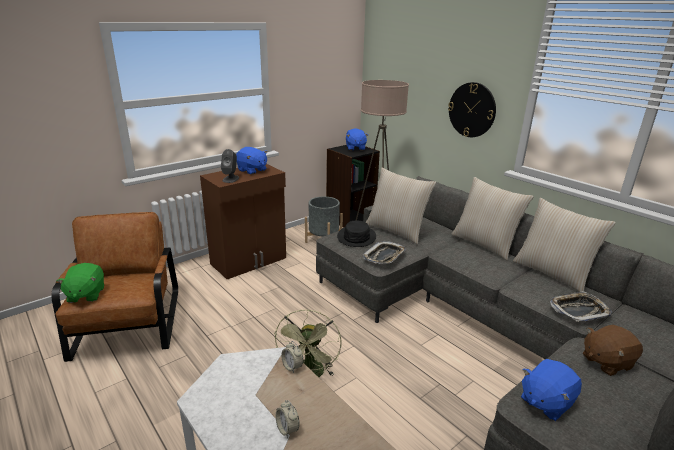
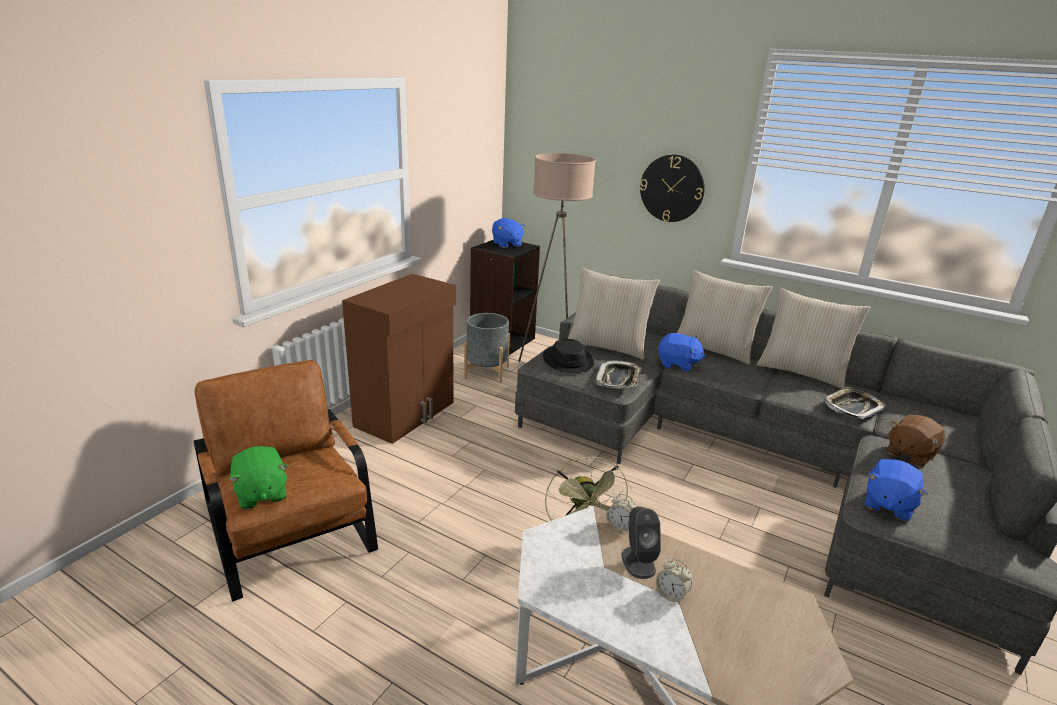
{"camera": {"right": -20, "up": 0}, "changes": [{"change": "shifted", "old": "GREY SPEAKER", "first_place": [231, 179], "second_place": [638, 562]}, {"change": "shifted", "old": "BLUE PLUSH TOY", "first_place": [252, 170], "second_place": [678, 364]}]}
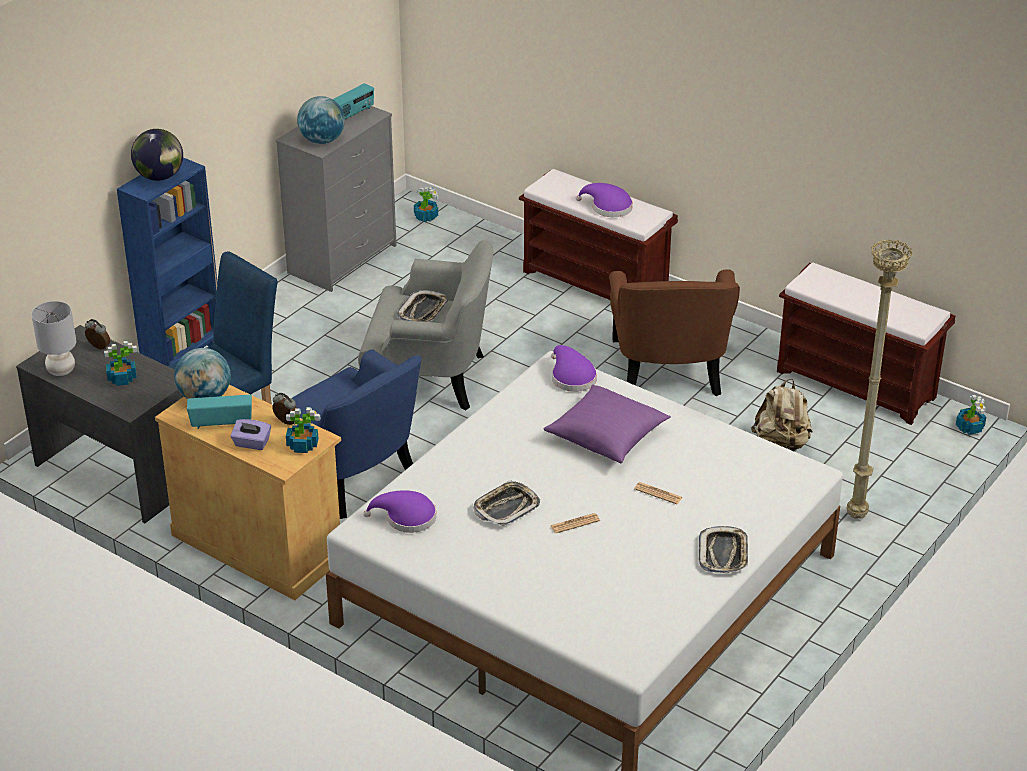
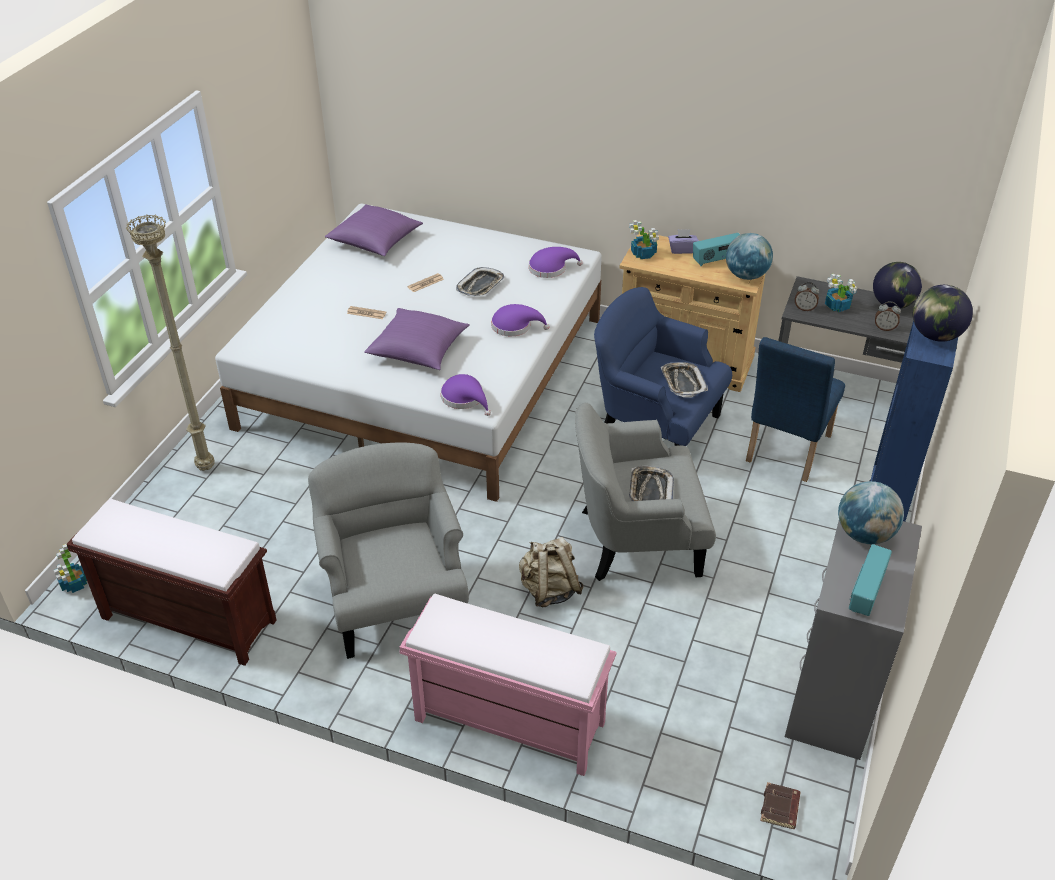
{"camera": {"right": 165, "up": 5}, "changes": [{"change": "swapped", "old": "GREY TABLE LAMP", "new": "GLOBE", "first_place": [60, 371], "second_place": [892, 304]}, {"change": "shifted", "old": "ALARM CLOCK", "first_place": [286, 423], "second_place": [804, 308]}, {"change": "swapped", "old": "POTTED PLANT", "new": "BROWN BOOK", "first_place": [426, 217], "second_place": [780, 808]}, {"change": "repainted", "old": "BROWN BENCH", "new": "PINK BENCH", "first_place": [596, 283], "second_place": [507, 721]}, {"change": "shifted", "old": "PURPLE HAT", "first_place": [608, 207], "second_place": [515, 326]}, {"change": "repainted", "old": "BROWN ARMCHAIR", "new": "GREY ARMCHAIR", "first_place": [669, 368], "second_place": [395, 600]}, {"change": "shifted", "old": "TRAY", "first_place": [723, 554], "second_place": [683, 382]}, {"change": "shifted", "old": "BEIGE BACKPACK", "first_place": [781, 445], "second_place": [549, 590]}, {"change": "new", "new": "PURPLE PILLOW", "second_place": [375, 241]}]}
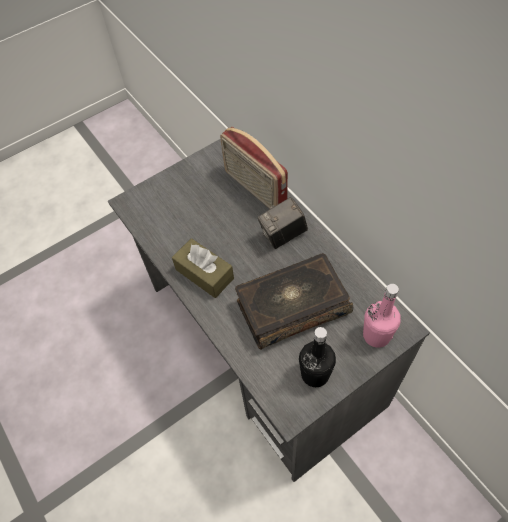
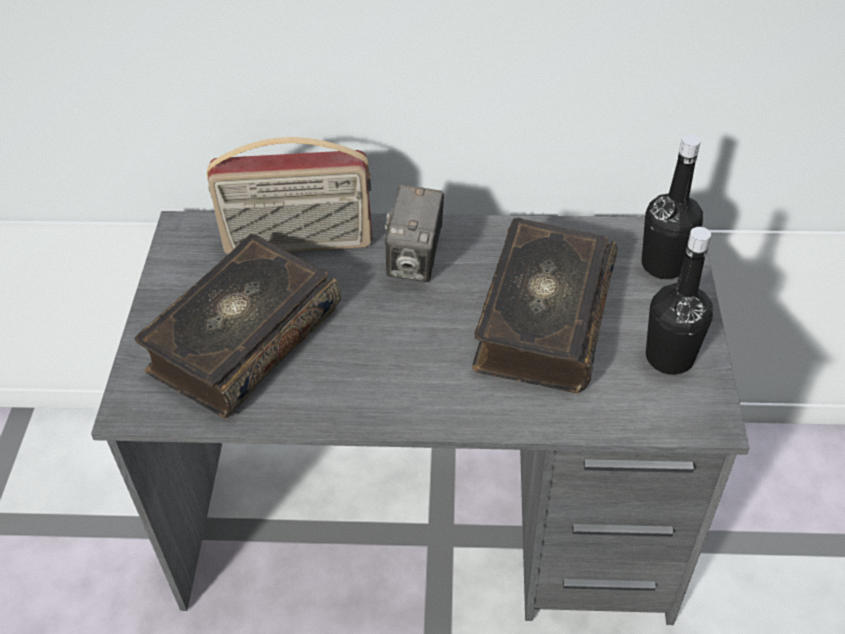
{"camera": {"right": -55, "up": -10}, "changes": [{"change": "gone", "old": "BROWN TISSUE BOX", "first_place": [204, 274]}, {"change": "repainted", "old": "PINK BOTTLE", "new": "BLACK BOTTLE", "first_place": [376, 335], "second_place": [663, 265]}, {"change": "new", "new": "BOOK", "second_place": [243, 339]}]}
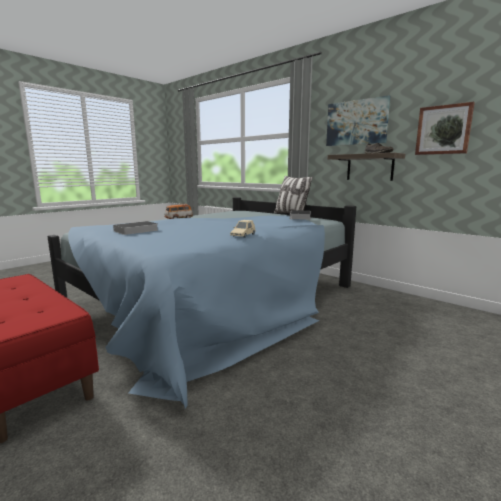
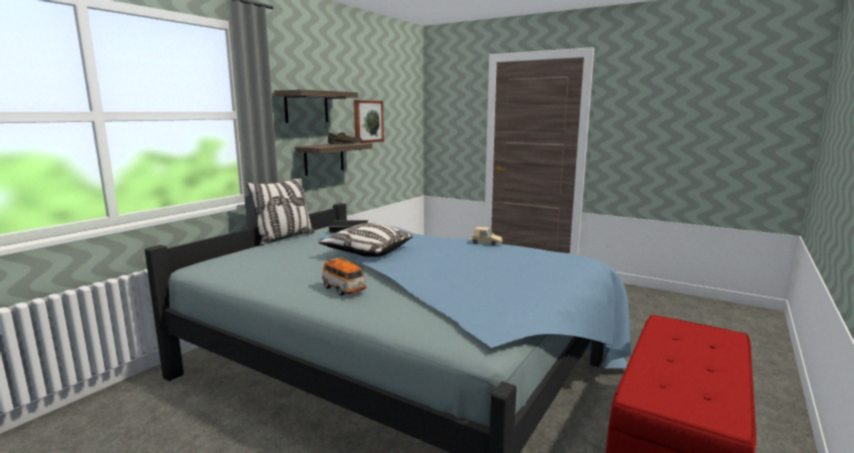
{"camera": {"right": -100, "up": 0}, "changes": [{"change": "gone", "old": "BOOK", "first_place": [135, 231]}, {"change": "swapped", "old": "PICTURE", "new": "SHELF", "first_place": [356, 122], "second_place": [306, 107]}, {"change": "new", "new": "PILLOW", "second_place": [367, 252]}]}
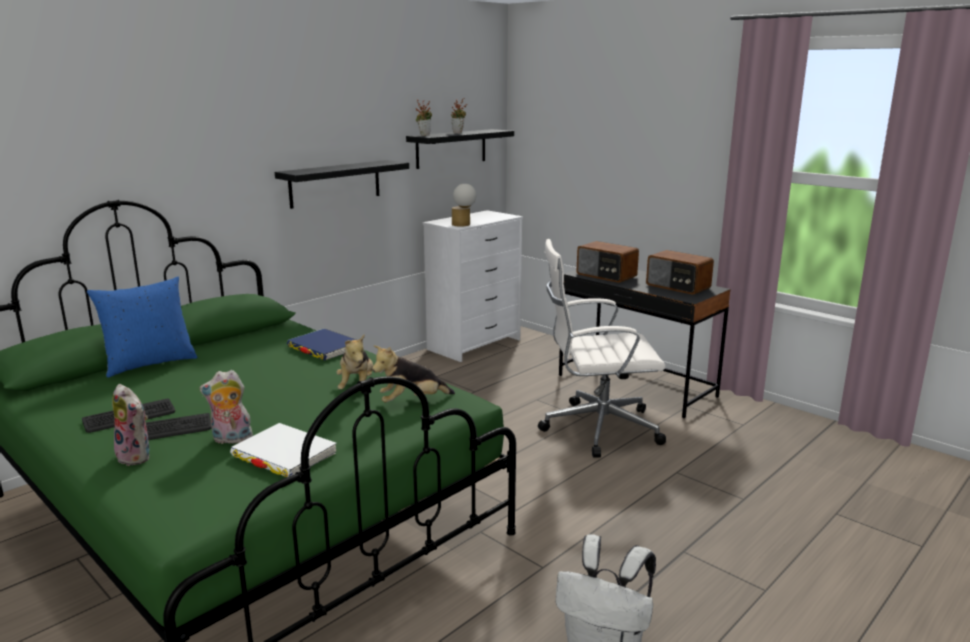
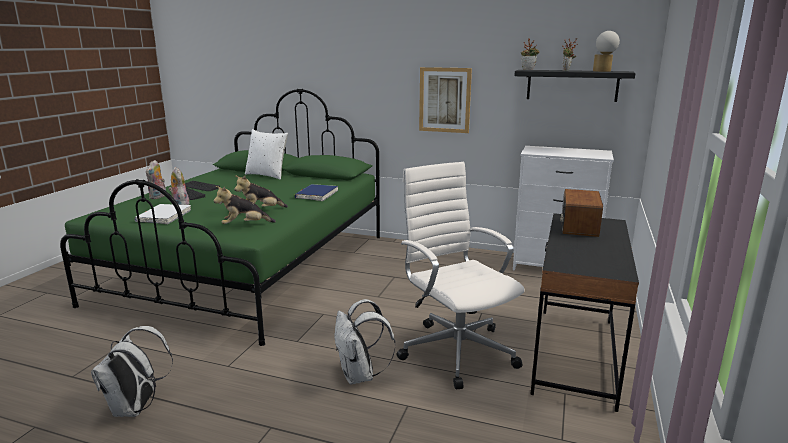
{"camera": {"right": 65, "up": 0}, "changes": [{"change": "repainted", "old": "BLUE PILLOW", "new": "WHITE PILLOW", "first_place": [149, 363], "second_place": [267, 175]}, {"change": "swapped", "old": "BLACK SHELF", "new": "PICTURE", "first_place": [335, 183], "second_place": [444, 100]}, {"change": "rotated", "old": "PLUSH TOY", "first_place": [412, 402], "second_place": [244, 225], "degrees": -60}, {"change": "shifted", "old": "TABLE LAMP", "first_place": [463, 224], "second_place": [603, 71]}, {"change": "gone", "old": "RADIO", "first_place": [678, 286]}, {"change": "new", "new": "WHITE BACKPACK", "second_place": [360, 375]}]}
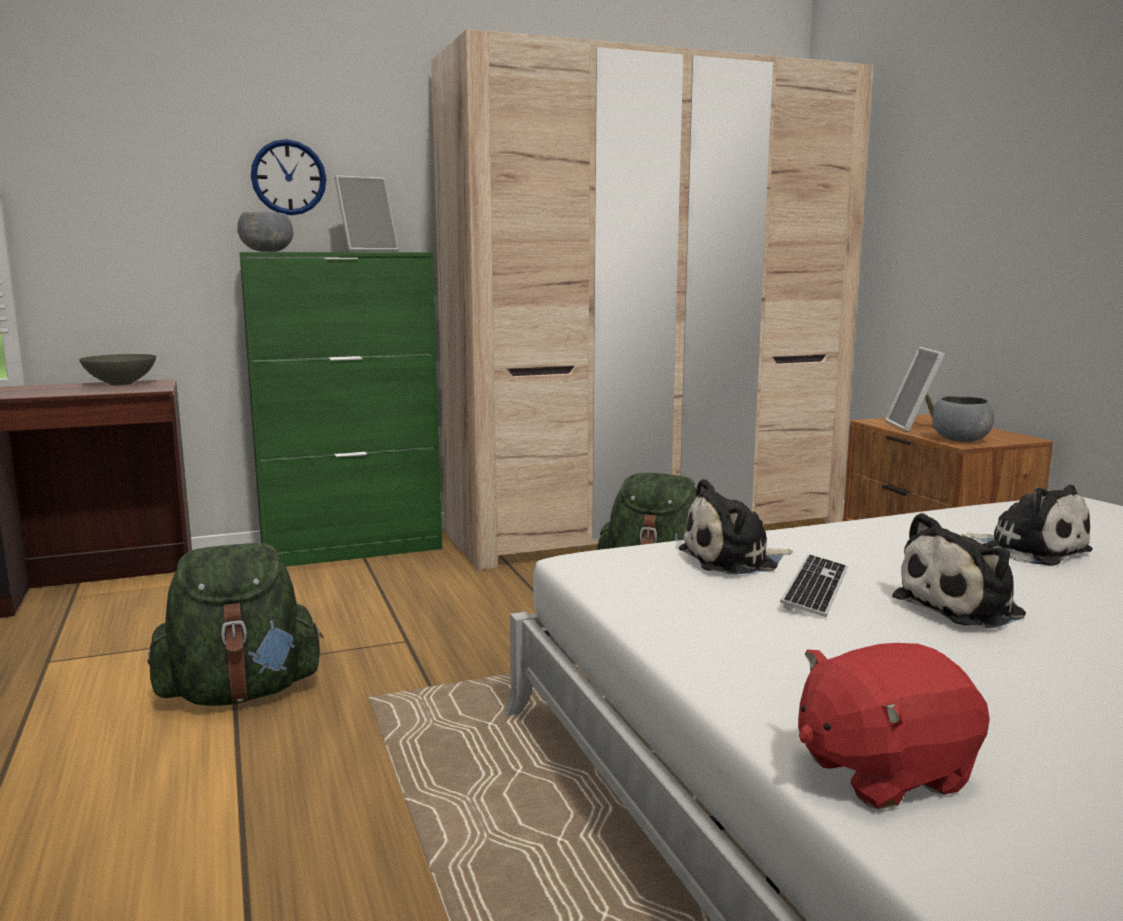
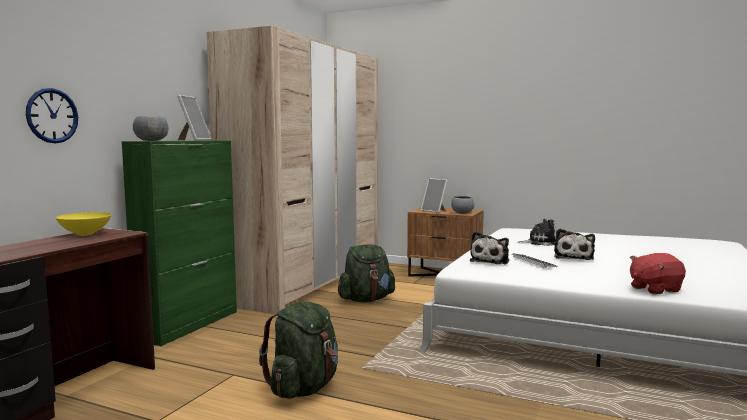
{"camera": {"right": -45, "up": -5}, "changes": [{"change": "repainted", "old": "GREY BOWL", "new": "YELLOW BOWL", "first_place": [122, 383], "second_place": [85, 234]}, {"change": "shifted", "old": "WALL CLOCK", "first_place": [288, 177], "second_place": [52, 115]}, {"change": "rotated", "old": "RED PLUSH TOY", "first_place": [882, 771], "second_place": [654, 289], "degrees": 45}]}
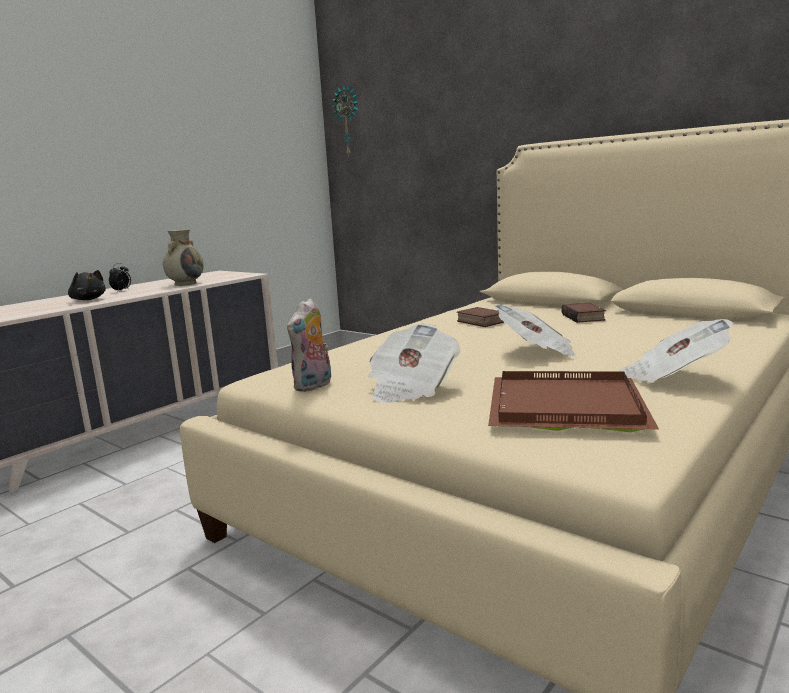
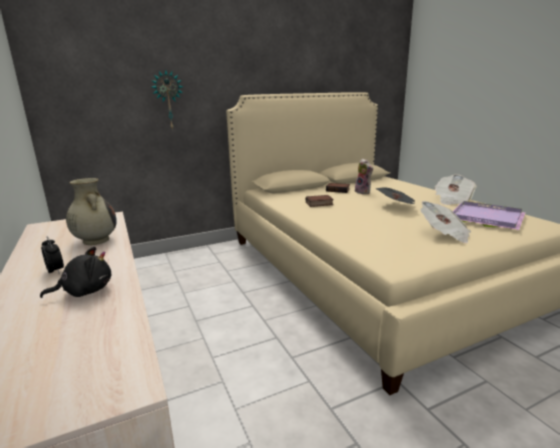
{"camera": {"right": -65, "up": 5}, "changes": [{"change": "shifted", "old": "PLUSH TOY", "first_place": [314, 386], "second_place": [363, 192]}, {"change": "shifted", "old": "WALL CLOCK", "first_place": [348, 121], "second_place": [168, 100]}, {"change": "repainted", "old": "BROWN TRAY", "new": "PURPLE TRAY", "first_place": [562, 405], "second_place": [484, 218]}]}
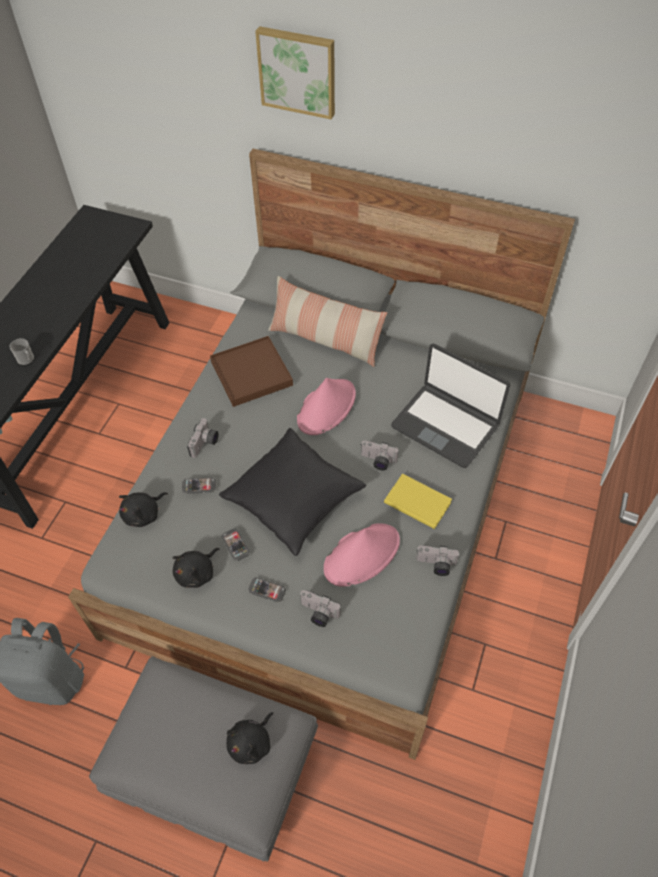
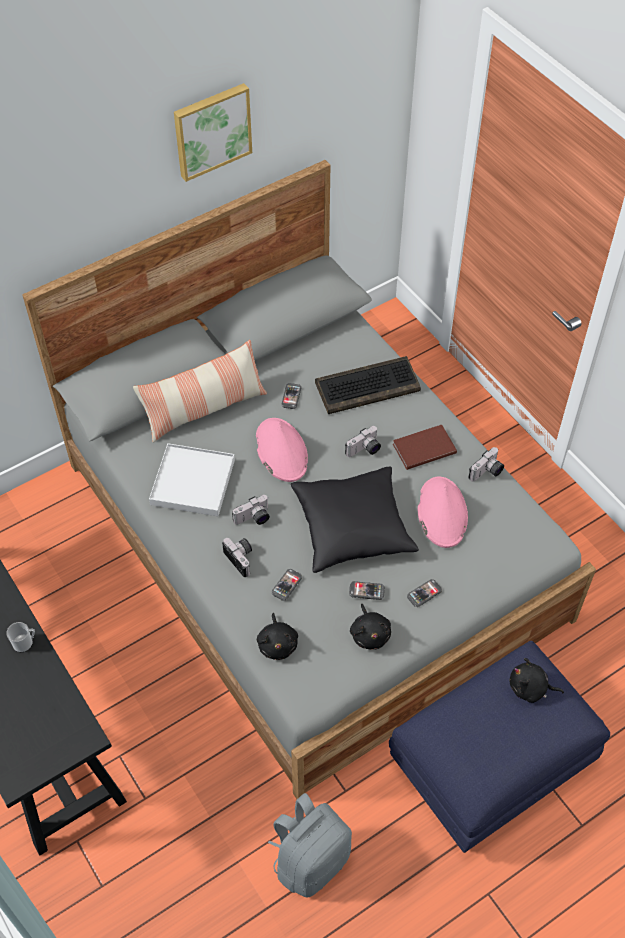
{"camera": {"right": -55, "up": 0}, "changes": [{"change": "repainted", "old": "GREY OTTOMAN", "new": "BLUE OTTOMAN", "first_place": [218, 770], "second_place": [491, 765]}, {"change": "repainted", "old": "BROWN TRAY", "new": "WHITE TRAY", "first_place": [251, 373], "second_place": [192, 482]}, {"change": "rotated", "old": "BLACK PLUSH TOY", "first_place": [251, 743], "second_place": [530, 688], "degrees": 120}, {"change": "shifted", "old": "PICTURE", "first_place": [298, 71], "second_place": [211, 130]}, {"change": "shifted", "old": "PHOTO CAMERA", "first_place": [318, 614], "second_place": [253, 519]}, {"change": "repainted", "old": "YELLOW BOOK", "new": "BROWN BOOK", "first_place": [417, 501], "second_place": [423, 448]}, {"change": "swapped", "old": "LAPTOP", "new": "KEYBOARD", "first_place": [445, 425], "second_place": [368, 386]}, {"change": "new", "new": "PHONE", "second_place": [291, 396]}]}
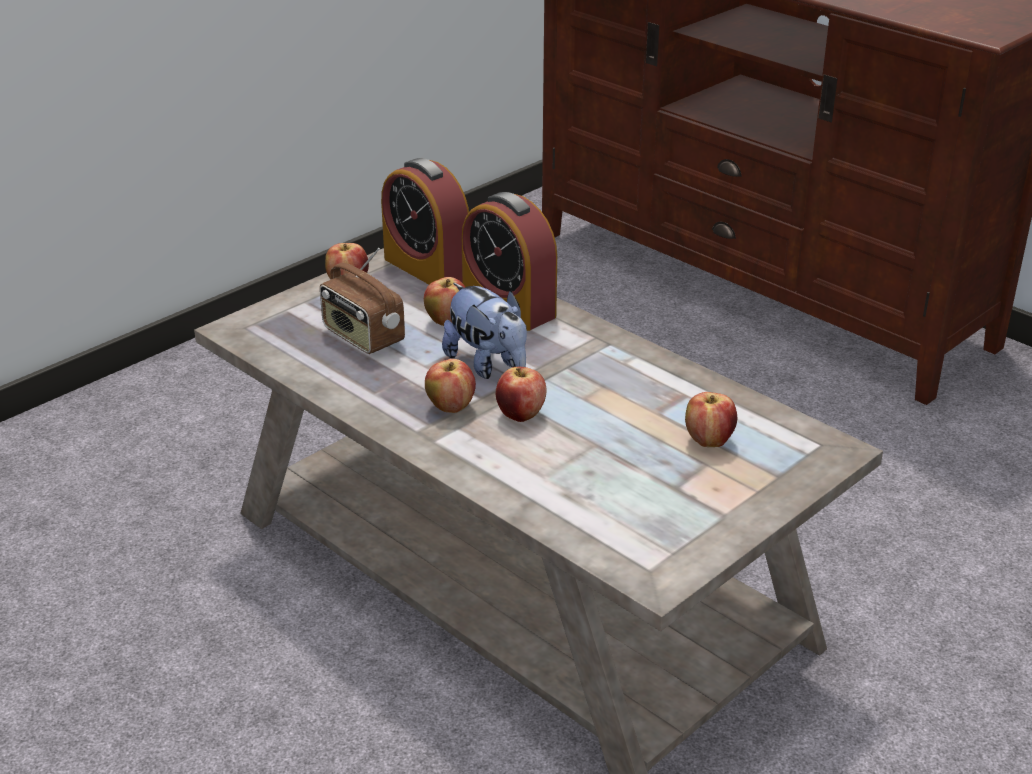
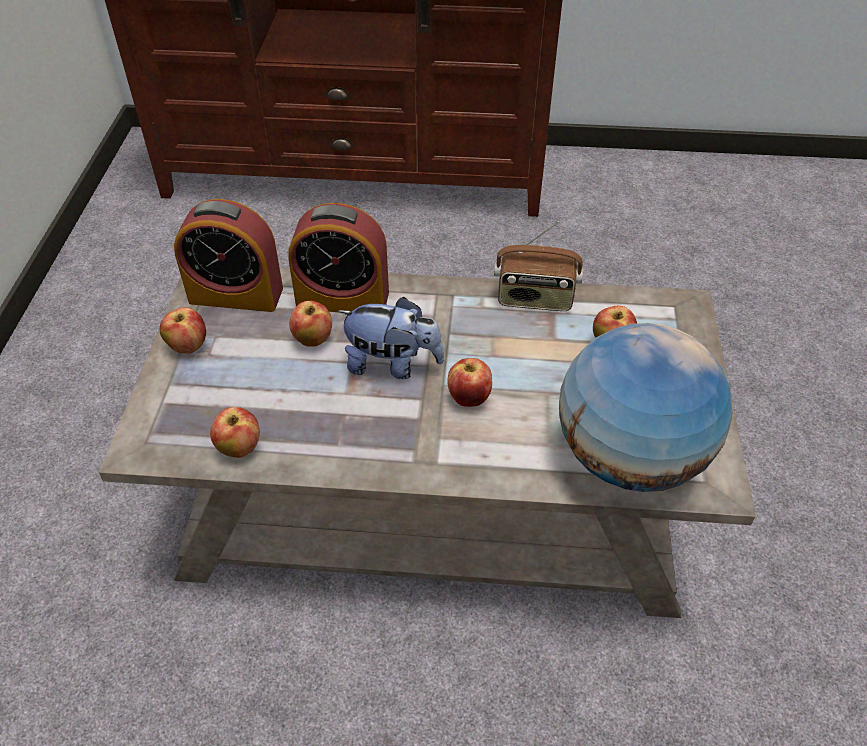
{"camera": {"right": -40, "up": 15}, "changes": [{"change": "shifted", "old": "RADIO", "first_place": [362, 337], "second_place": [535, 299]}, {"change": "shifted", "old": "APPLE", "first_place": [450, 407], "second_place": [239, 448]}, {"change": "new", "new": "GLOBE", "second_place": [628, 457]}]}
